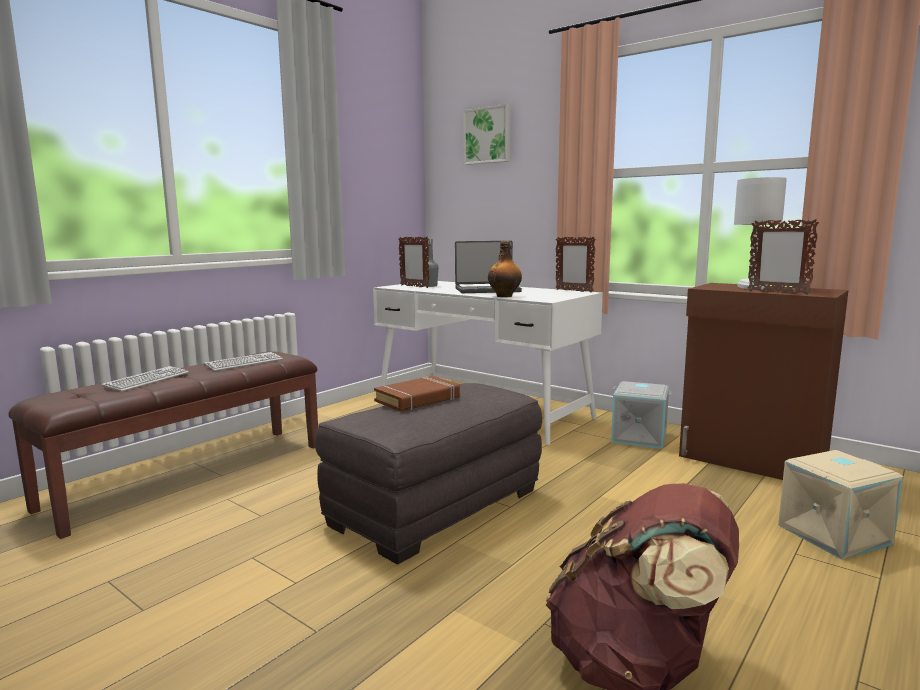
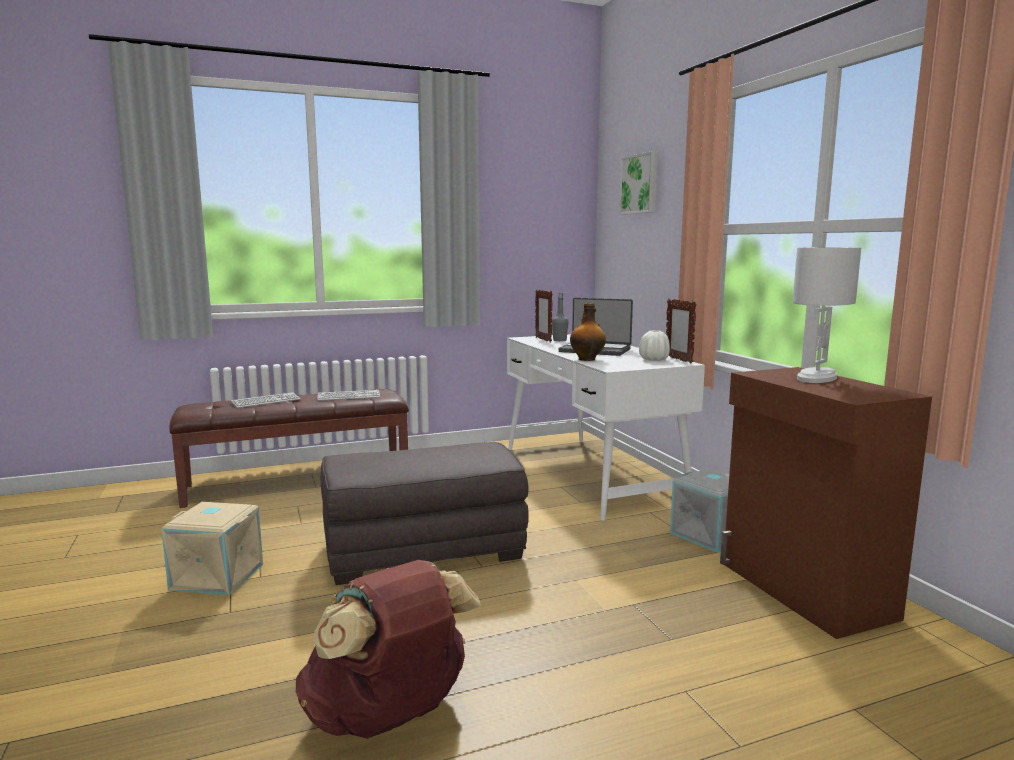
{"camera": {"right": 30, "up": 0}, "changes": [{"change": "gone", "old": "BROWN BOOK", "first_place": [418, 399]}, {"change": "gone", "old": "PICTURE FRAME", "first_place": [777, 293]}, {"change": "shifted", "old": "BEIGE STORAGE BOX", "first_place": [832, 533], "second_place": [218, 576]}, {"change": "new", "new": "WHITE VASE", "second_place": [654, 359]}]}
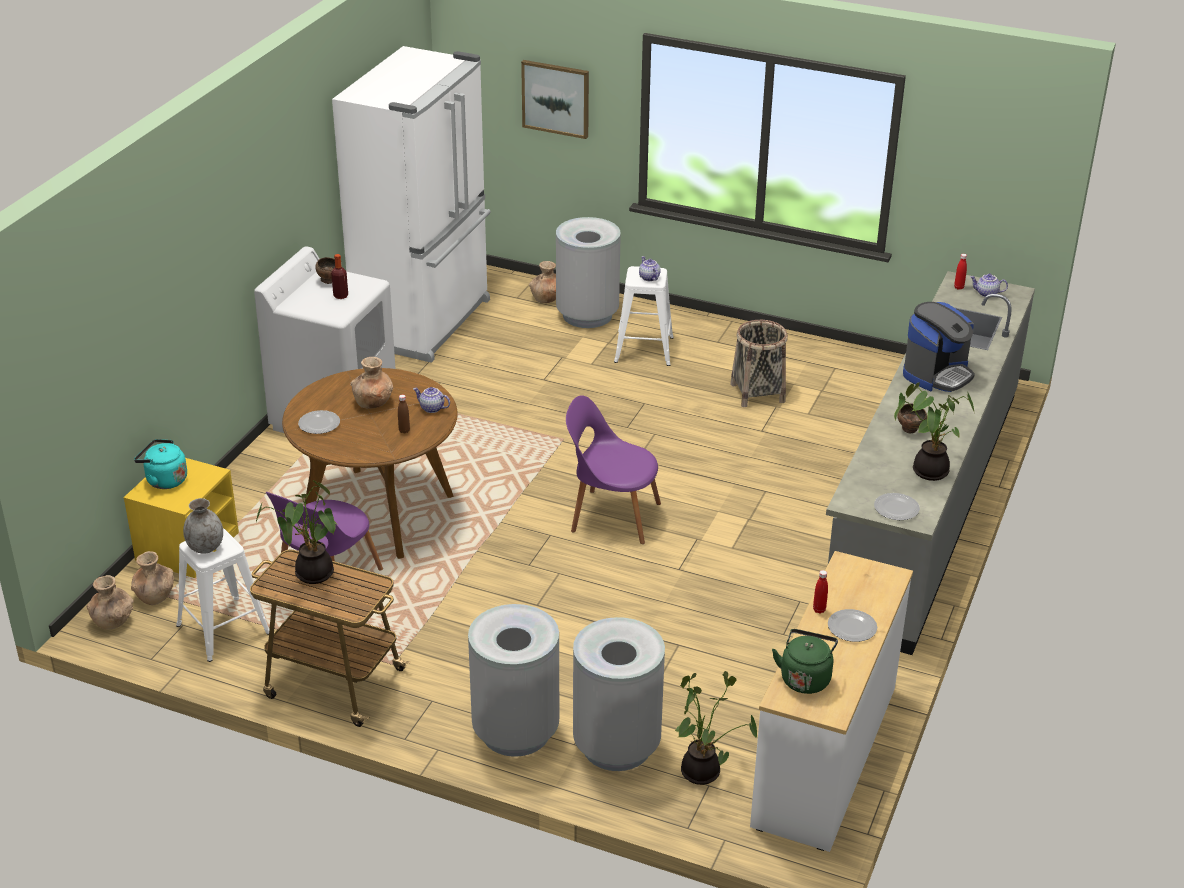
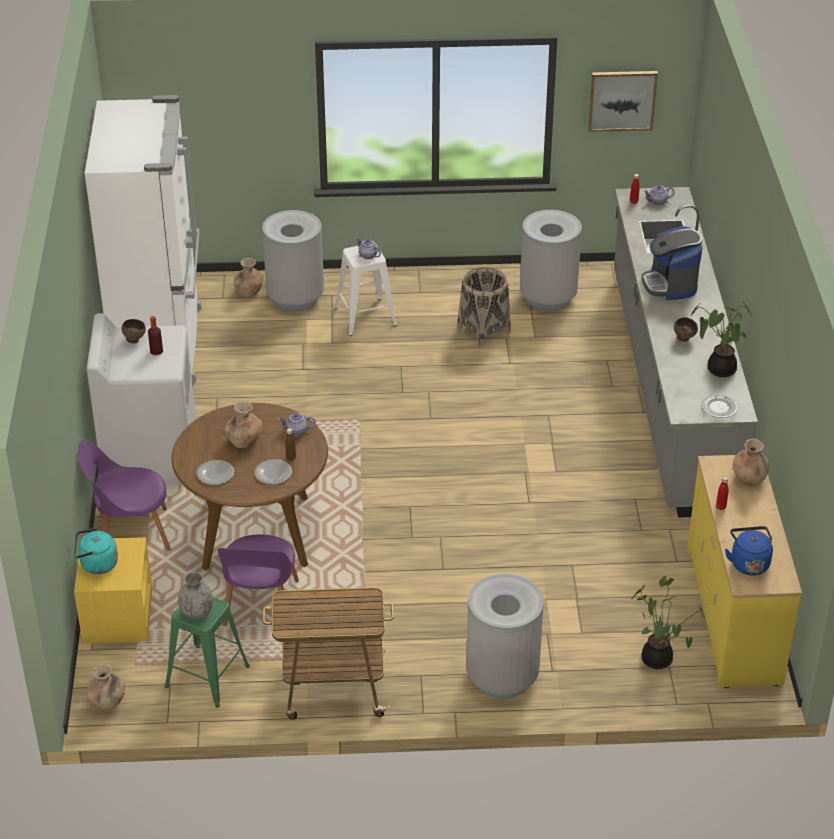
{"camera": {"right": -25, "up": 5}, "changes": [{"change": "shifted", "old": "BROWN VASE", "first_place": [155, 597], "second_place": [749, 478]}, {"change": "repainted", "old": "WHITE STOOL", "new": "GREEN STOOL", "first_place": [222, 629], "second_place": [206, 676]}, {"change": "gone", "old": "POTTED PLANT", "first_place": [311, 574]}, {"change": "shifted", "old": "PICTURE", "first_place": [556, 98], "second_place": [622, 100]}, {"change": "shifted", "old": "PURPLE CHAIR", "first_place": [611, 516], "second_place": [131, 533]}, {"change": "shifted", "old": "GREY TRASH CAN", "first_place": [617, 745], "second_place": [548, 297]}, {"change": "repainted", "old": "WHITE DRESSER", "new": "YELLOW DRESSER", "first_place": [826, 756], "second_place": [734, 614]}, {"change": "repainted", "old": "GREEN KETTLE", "new": "BLUE KETTLE", "first_place": [805, 678], "second_place": [748, 563]}, {"change": "shifted", "old": "PLATE", "first_place": [852, 628], "second_place": [273, 473]}, {"change": "rotated", "old": "COFFEE MACHINE", "first_place": [937, 374], "second_place": [670, 284], "degrees": 150}]}
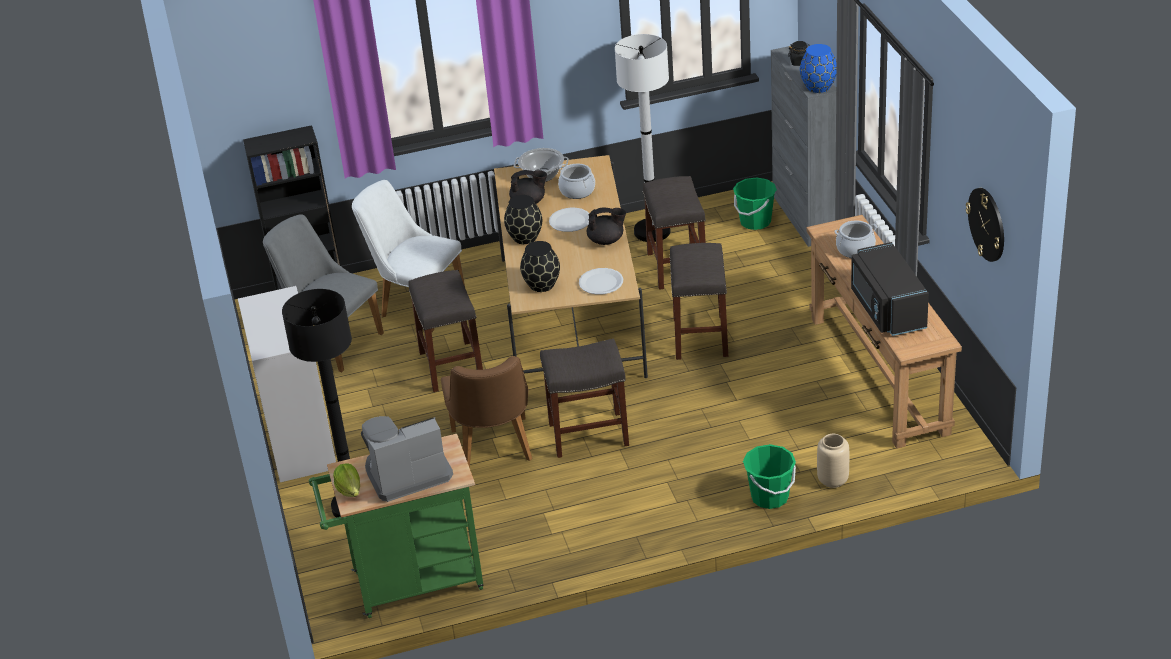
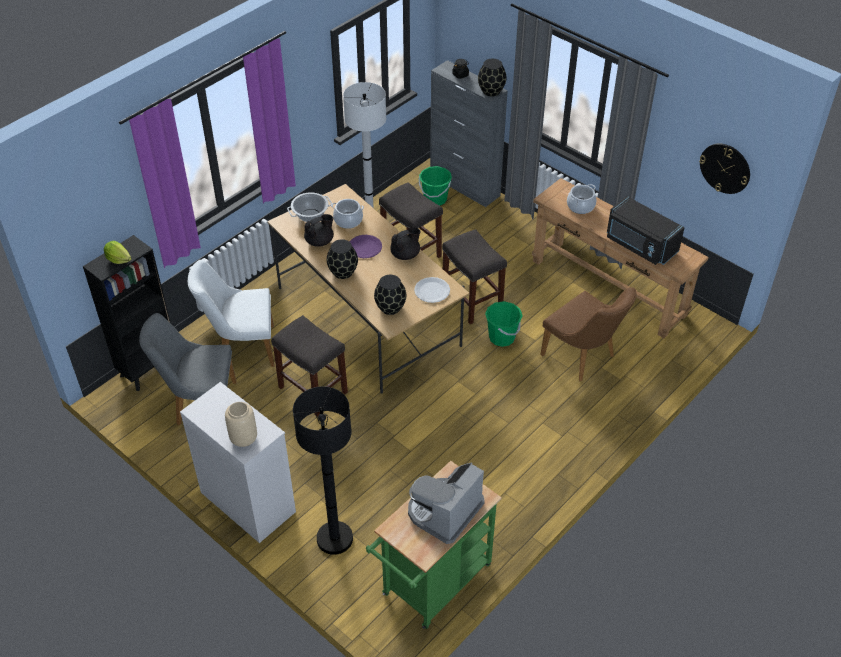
{"camera": {"right": -35, "up": 10}, "changes": [{"change": "shifted", "old": "LETTUCE", "first_place": [349, 490], "second_place": [118, 259]}, {"change": "shifted", "old": "BROWN CHAIR", "first_place": [494, 450], "second_place": [583, 358]}, {"change": "gone", "old": "GREY STOOL", "first_place": [587, 435]}, {"change": "repainted", "old": "WHITE PLATE", "new": "PURPLE PLATE", "first_place": [570, 221], "second_place": [365, 247]}, {"change": "shifted", "old": "GREEN BUCKET", "first_place": [770, 497], "second_place": [502, 337]}, {"change": "repainted", "old": "BLUE VASE", "new": "BLACK VASE", "first_place": [818, 87], "second_place": [491, 91]}, {"change": "shifted", "old": "BEIGE VASE", "first_place": [832, 480], "second_place": [243, 439]}]}
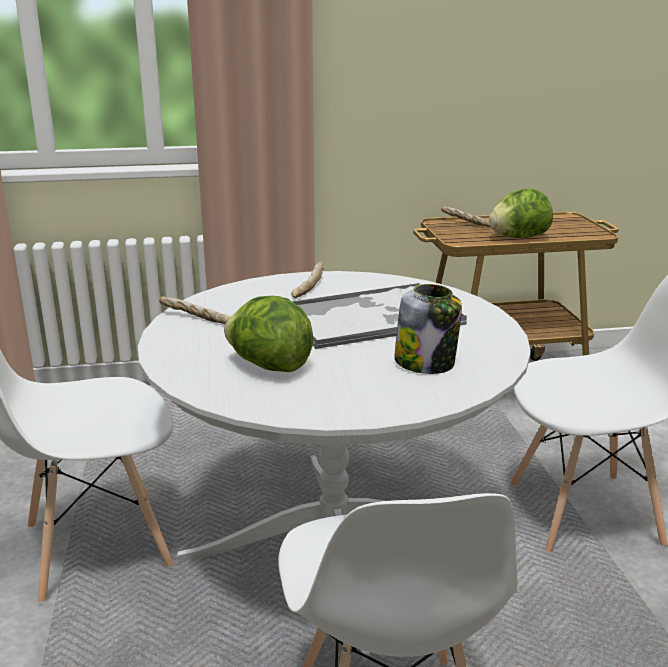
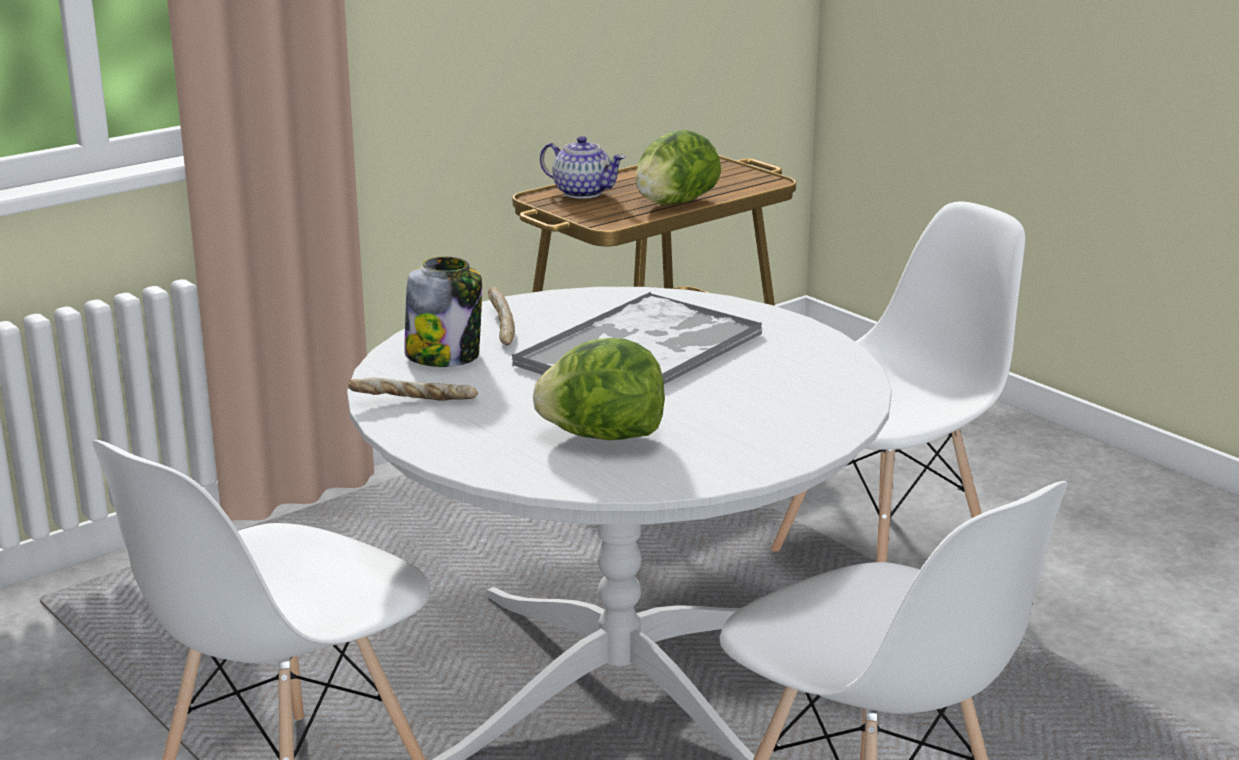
{"camera": {"right": -30, "up": 0}, "changes": [{"change": "shifted", "old": "JAR", "first_place": [426, 363], "second_place": [444, 356]}, {"change": "swapped", "old": "BREAD", "new": "TEAPOT", "first_place": [466, 223], "second_place": [582, 192]}]}
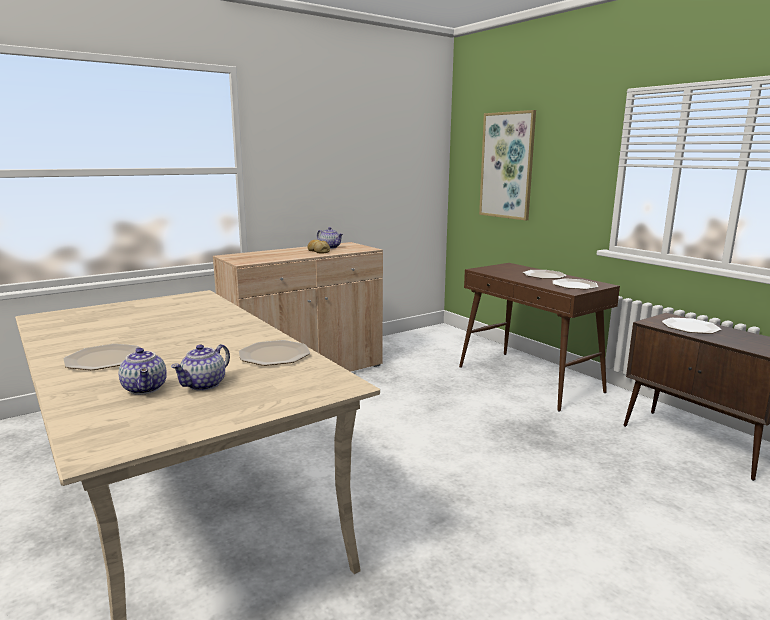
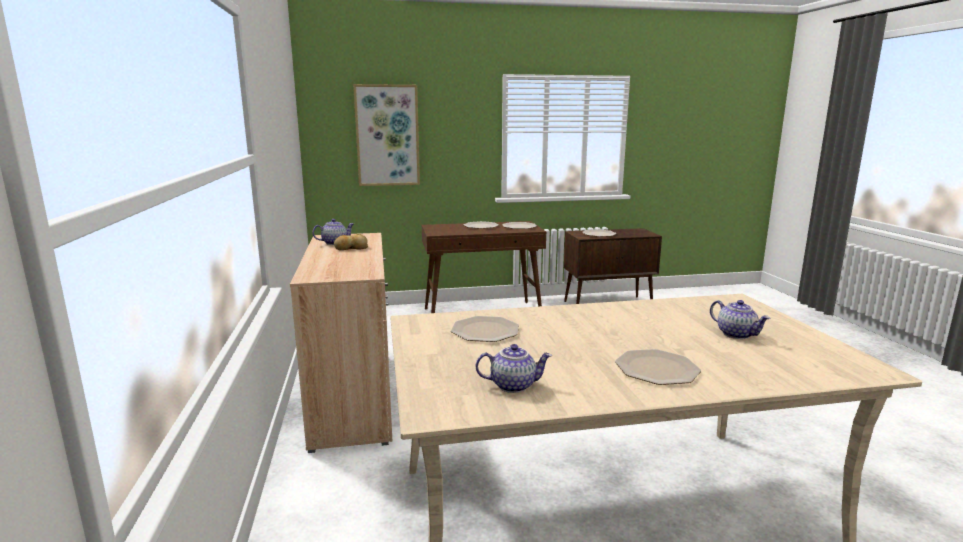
{"camera": {"right": -65, "up": 0}, "changes": [{"change": "shifted", "old": "TEAPOT", "first_place": [146, 388], "second_place": [513, 385]}, {"change": "shifted", "old": "PLATE", "first_place": [275, 354], "second_place": [485, 330]}]}
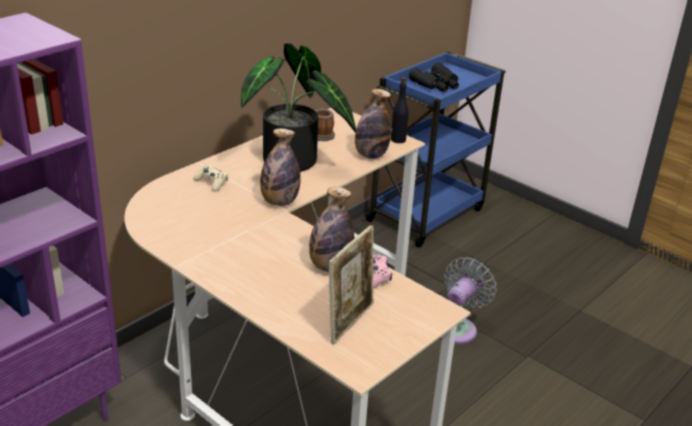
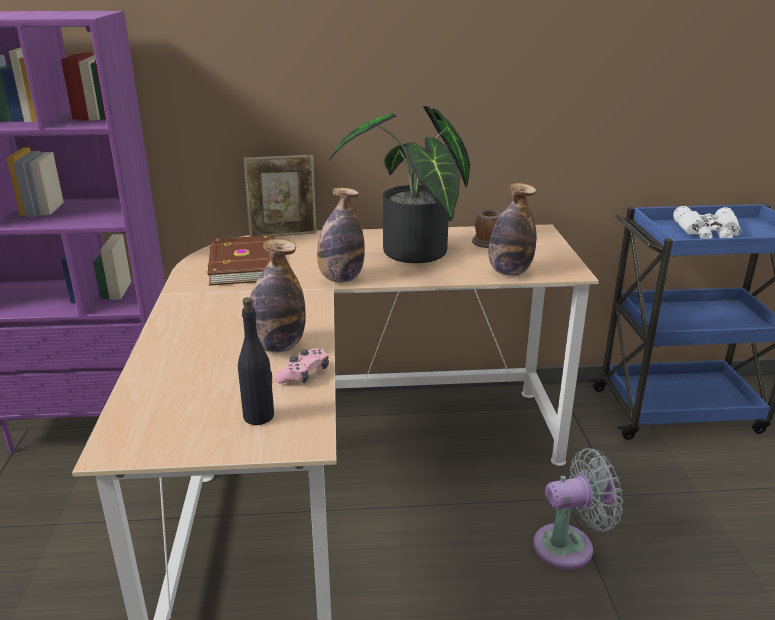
{"camera": {"right": 45, "up": -5}, "changes": [{"change": "gone", "old": "BEIGE GAME CONTROLLER", "first_place": [211, 183]}, {"change": "shifted", "old": "PICTURE FRAME", "first_place": [350, 321], "second_place": [283, 235]}, {"change": "shifted", "old": "BLACK BOTTLE", "first_place": [398, 140], "second_place": [259, 416]}, {"change": "repainted", "old": "BLACK BINOCULARS", "new": "WHITE BINOCULARS", "first_place": [437, 84], "second_place": [708, 233]}, {"change": "new", "new": "BROWN BOOK", "second_place": [246, 264]}]}
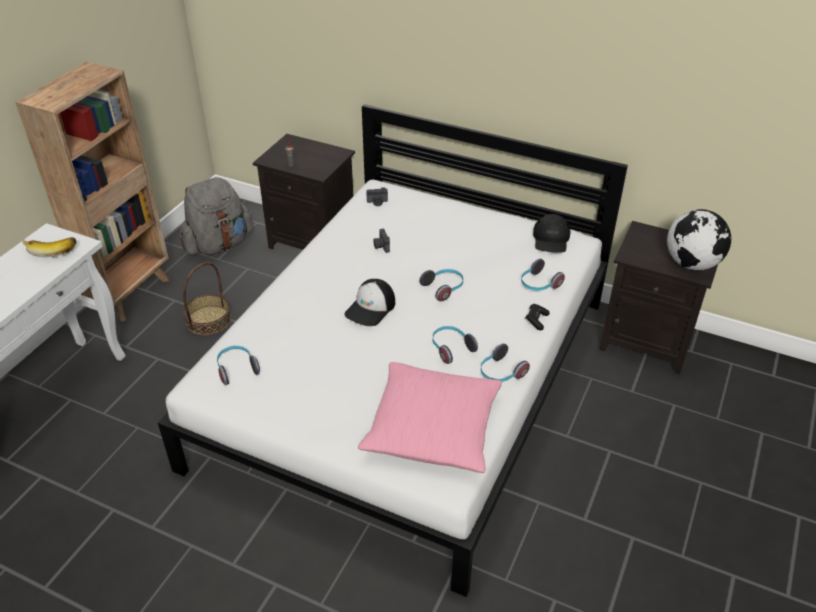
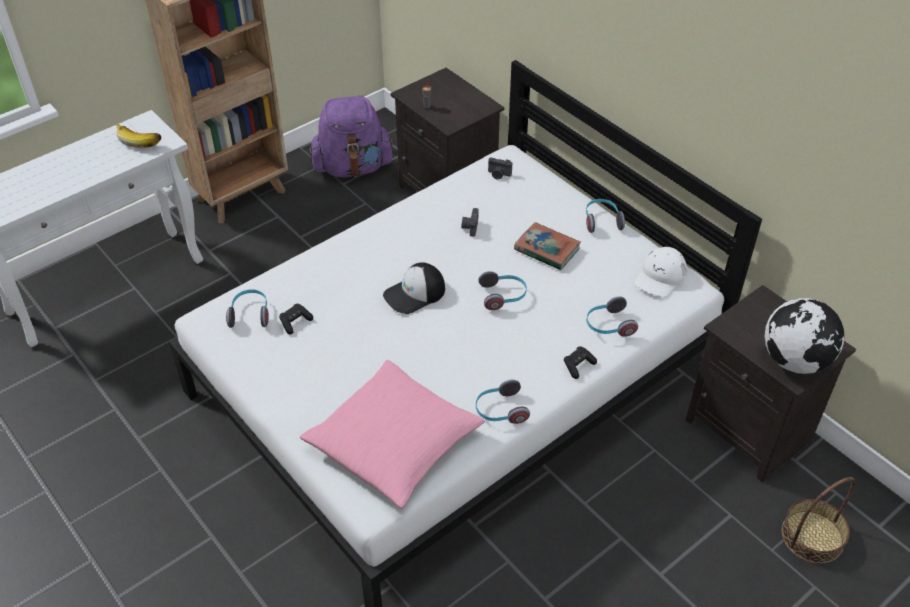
{"camera": {"right": 25, "up": 5}, "changes": [{"change": "repainted", "old": "GREY BACKPACK", "new": "PURPLE BACKPACK", "first_place": [219, 244], "second_place": [353, 167]}, {"change": "shifted", "old": "BASKET", "first_place": [208, 320], "second_place": [812, 537]}, {"change": "shifted", "old": "HEADPHONES", "first_place": [451, 348], "second_place": [602, 221]}, {"change": "repainted", "old": "BLACK CAP", "new": "WHITE CAP", "first_place": [551, 239], "second_place": [660, 276]}, {"change": "new", "new": "BLACK GAME CONTROLLER", "second_place": [295, 322]}, {"change": "new", "new": "BOOK", "second_place": [546, 249]}]}
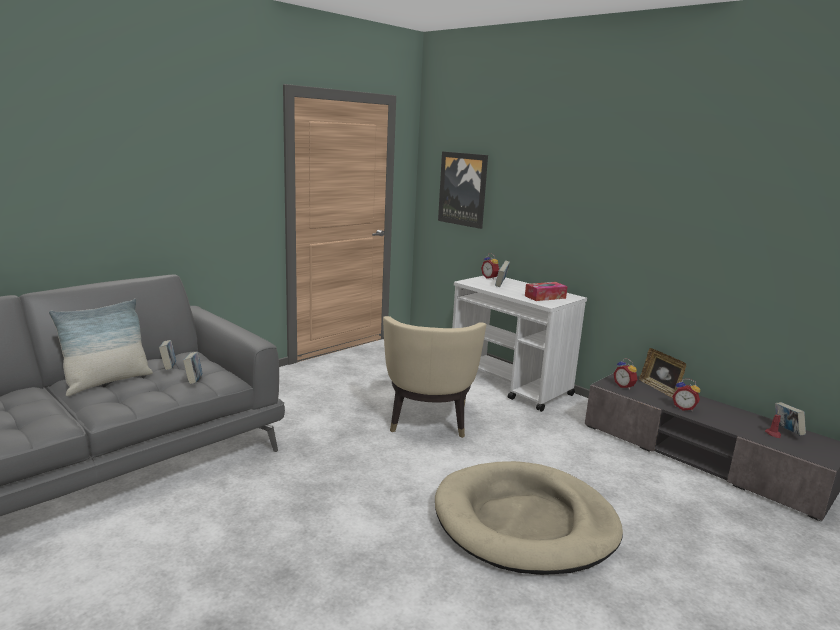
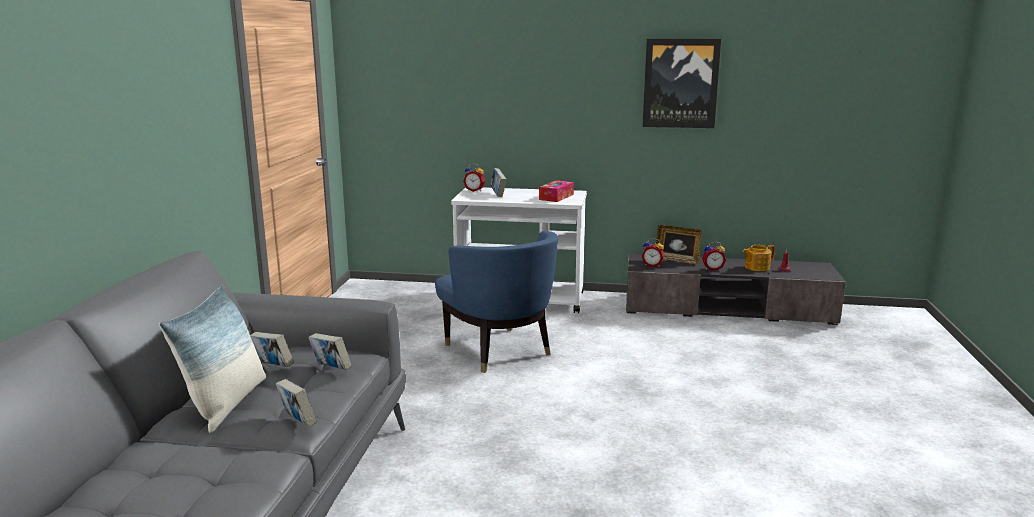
{"camera": {"right": -35, "up": 0}, "changes": [{"change": "repainted", "old": "BEIGE ARMCHAIR", "new": "BLUE ARMCHAIR", "first_place": [428, 419], "second_place": [499, 350]}, {"change": "gone", "old": "BEIGE DOG BED", "first_place": [525, 522]}, {"change": "shifted", "old": "PICTURE", "first_place": [463, 189], "second_place": [680, 83]}, {"change": "shifted", "old": "BOOK", "first_place": [786, 431], "second_place": [297, 423]}, {"change": "new", "new": "TEAPOT", "second_place": [756, 267]}]}
